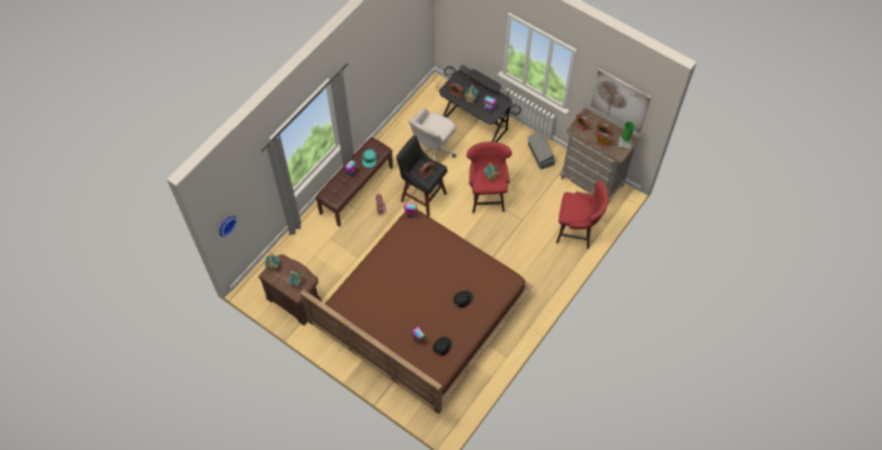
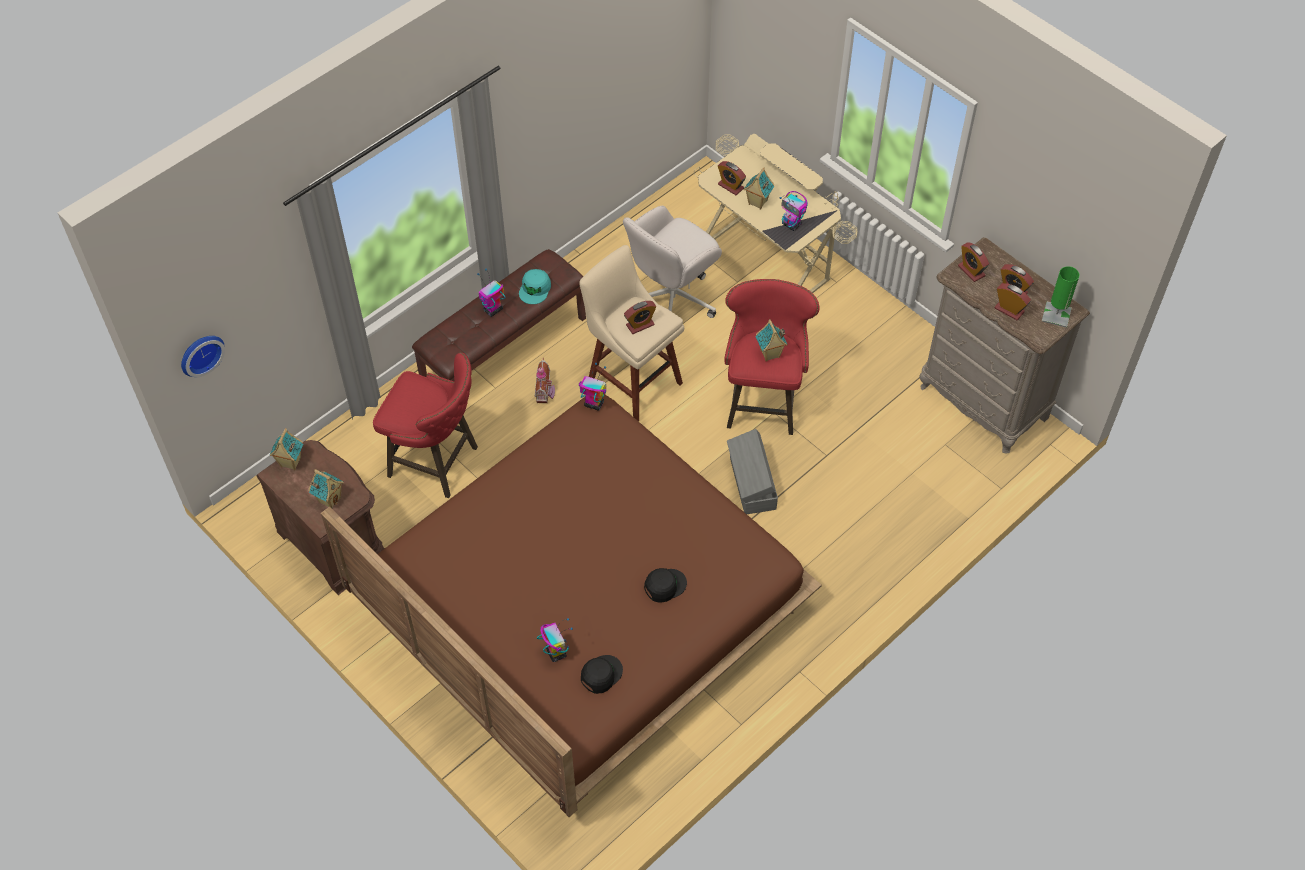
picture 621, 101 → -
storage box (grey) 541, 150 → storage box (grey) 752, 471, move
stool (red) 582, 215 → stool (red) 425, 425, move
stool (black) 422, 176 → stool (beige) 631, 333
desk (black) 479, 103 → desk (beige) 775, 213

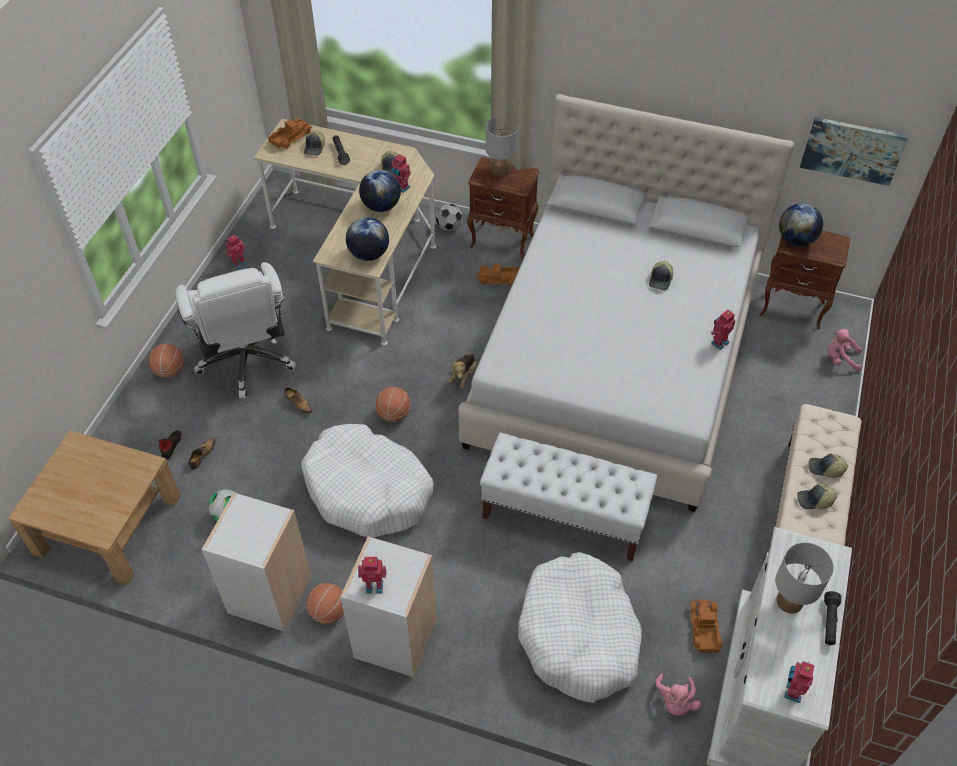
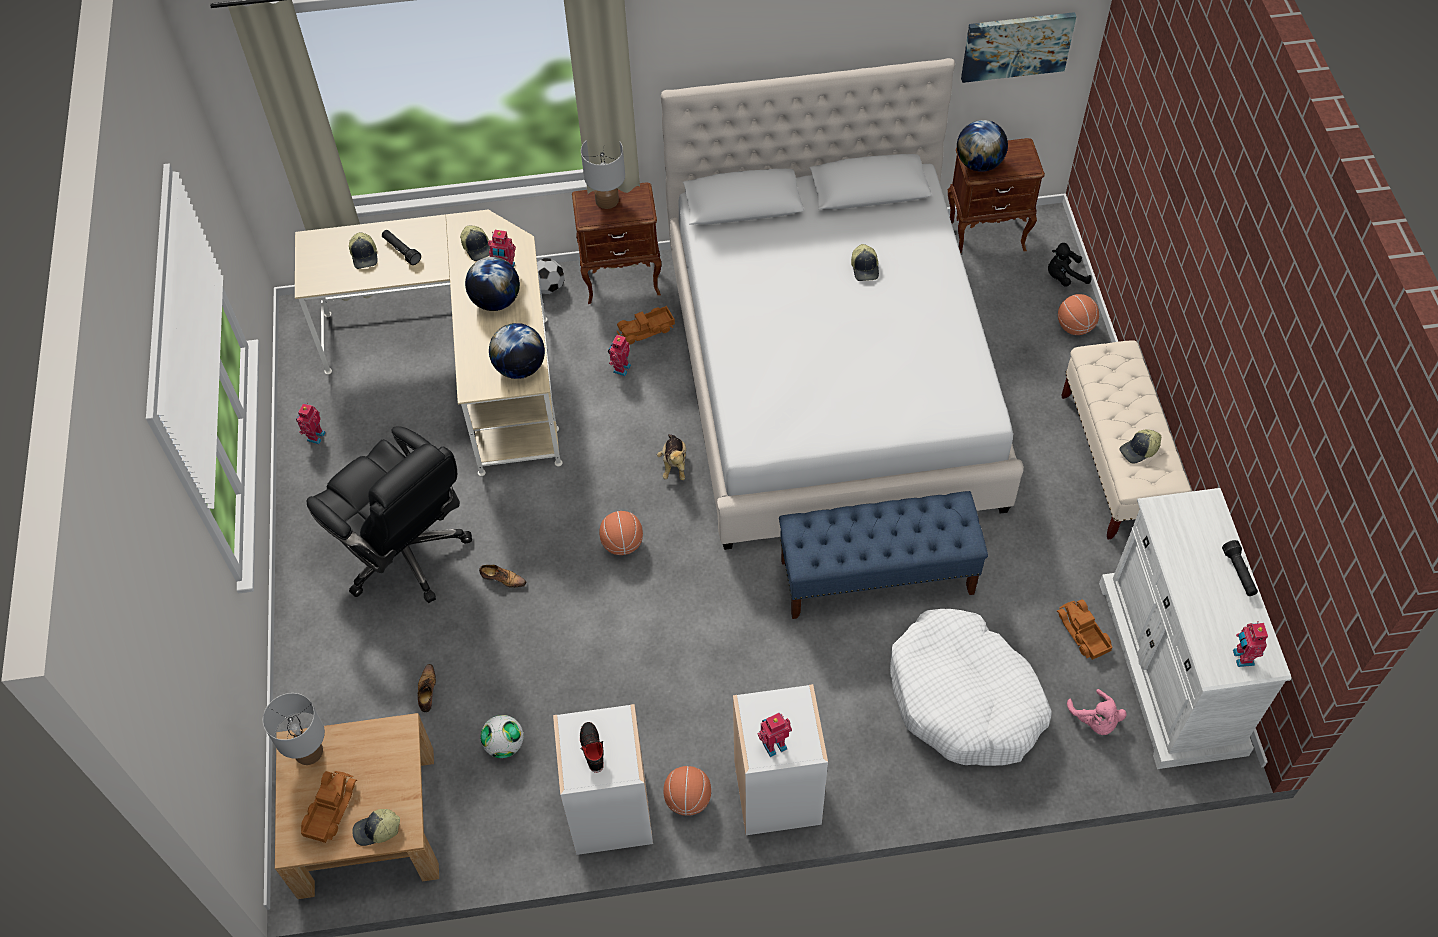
dog bed (white) 367, 480 → -
basketball 166, 361 → basketball 1078, 314, move
shoe (black) 170, 445 → shoe (black) 592, 747, move
toy truck 290, 133 → toy truck 329, 807, move
toy robot 723, 330 → toy robot 619, 355, move
table lamp (grey) 804, 577 → table lamp (grey) 294, 729, move
cap 828, 466 → cap 376, 827, move
office chair (white) 236, 330 → office chair (black) 389, 514
bench (white) 569, 496 → bench (blue) 883, 555
plush toy (pink) 844, 350 → plush toy (black) 1070, 264

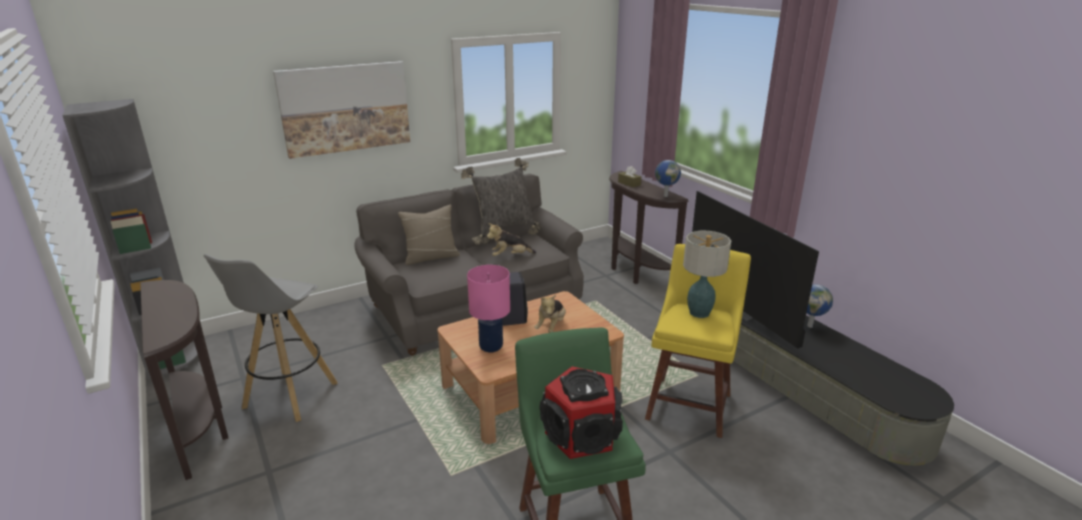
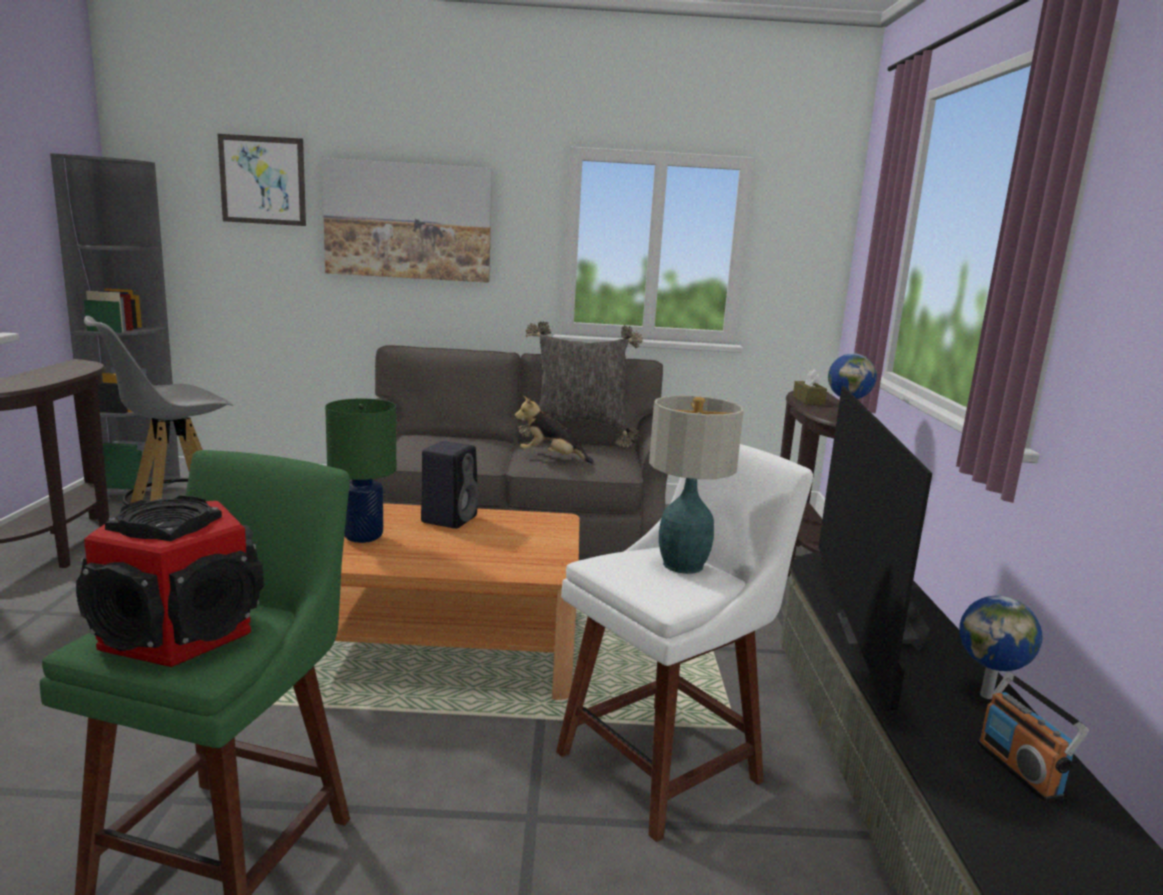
pillow (beige) 429, 235 → -
plush toy 550, 313 → -
- → picture 262, 180
- → radio 1033, 737
table lamp (pink) 488, 309 → table lamp (green) 360, 471
stool (yellow) 698, 341 → stool (white) 684, 643

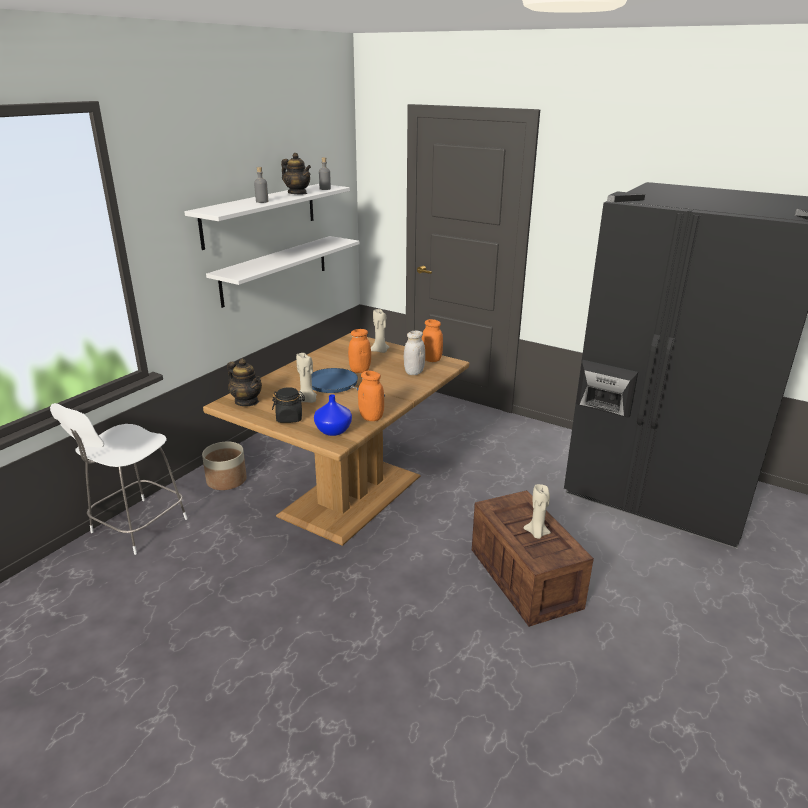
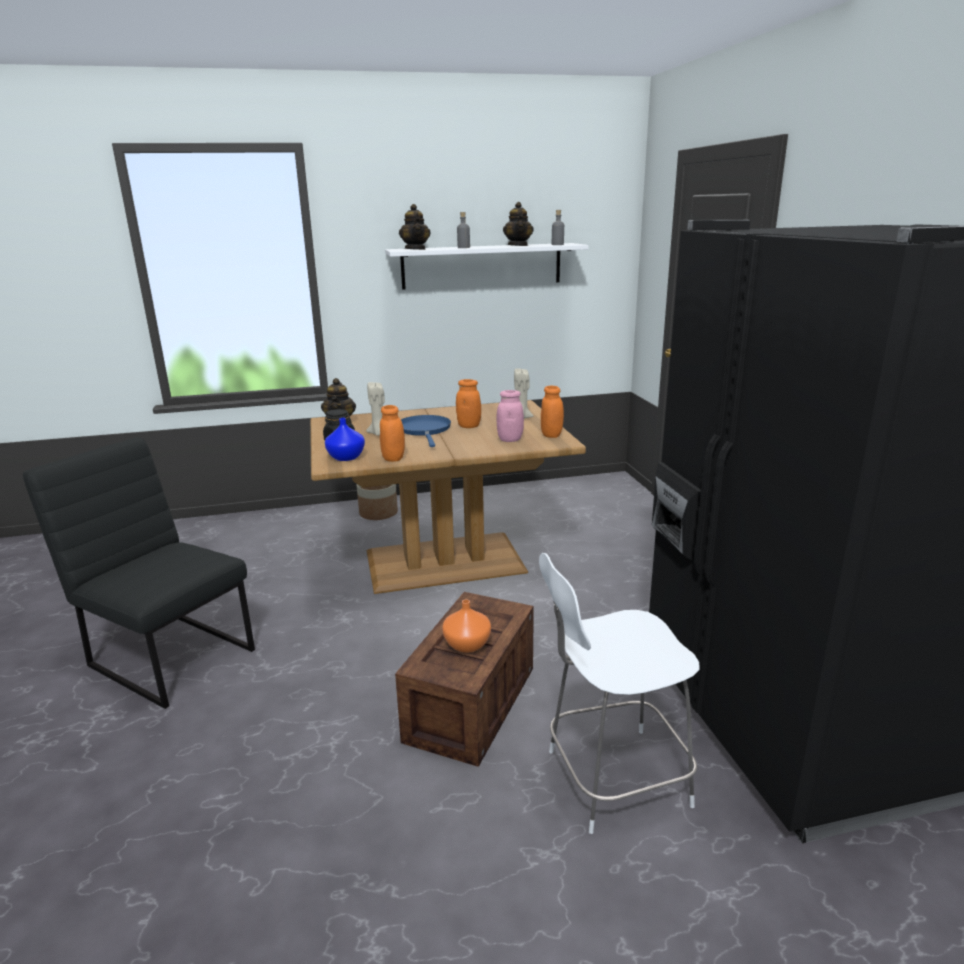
shelf (white) 282, 272 → -
- → chair (black) 139, 573
- → teapot 415, 227
chair (white) 119, 479 → chair (white) 619, 693, move
candle (beige) 537, 511 → vase (orange) 466, 626
jar (white) 414, 353 → jar (pink) 510, 416

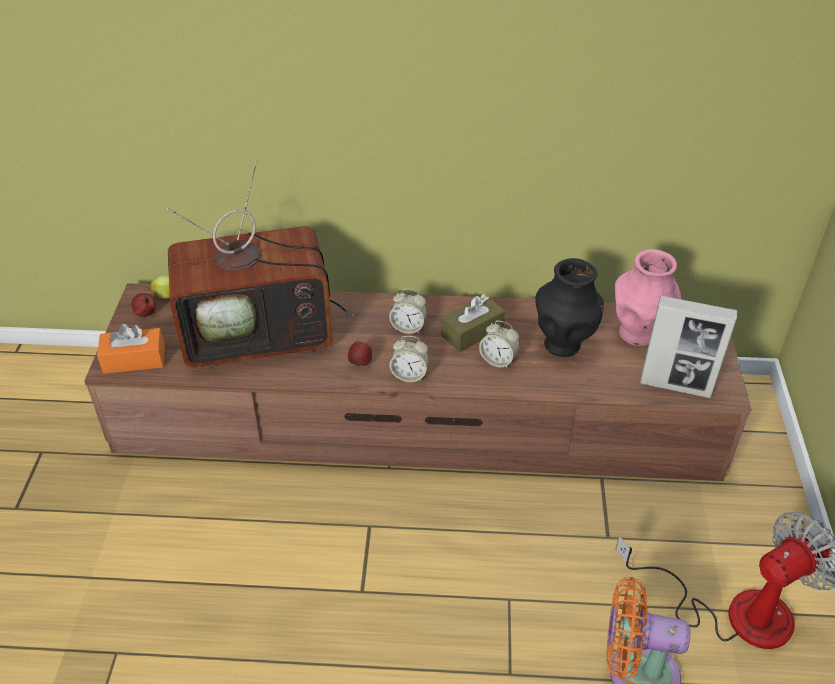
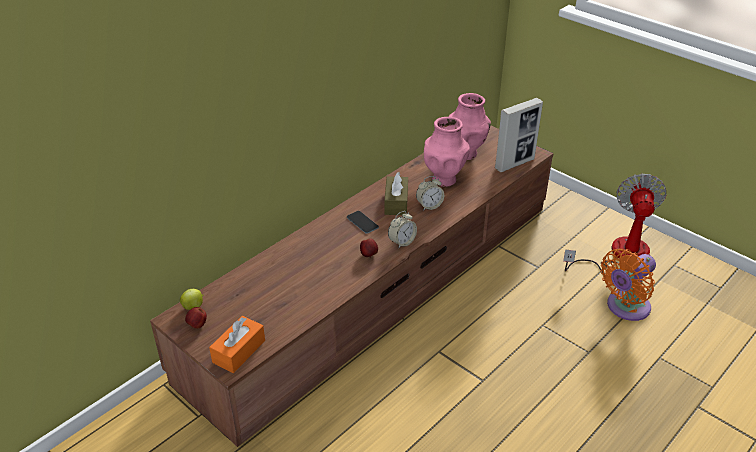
television 260, 264 → -
alarm clock 408, 311 → phone 363, 222
vase (black) 569, 307 → vase (pink) 447, 152

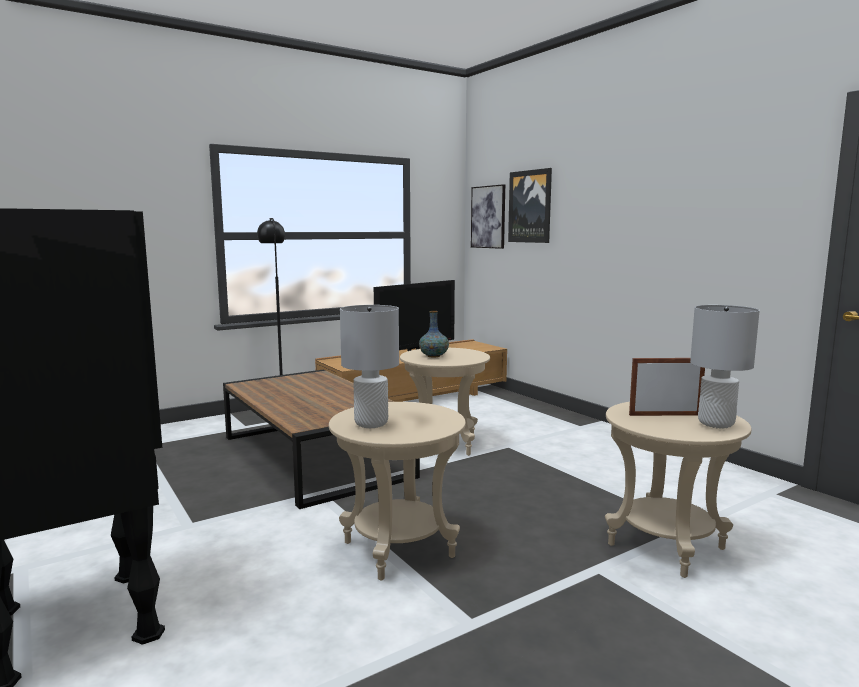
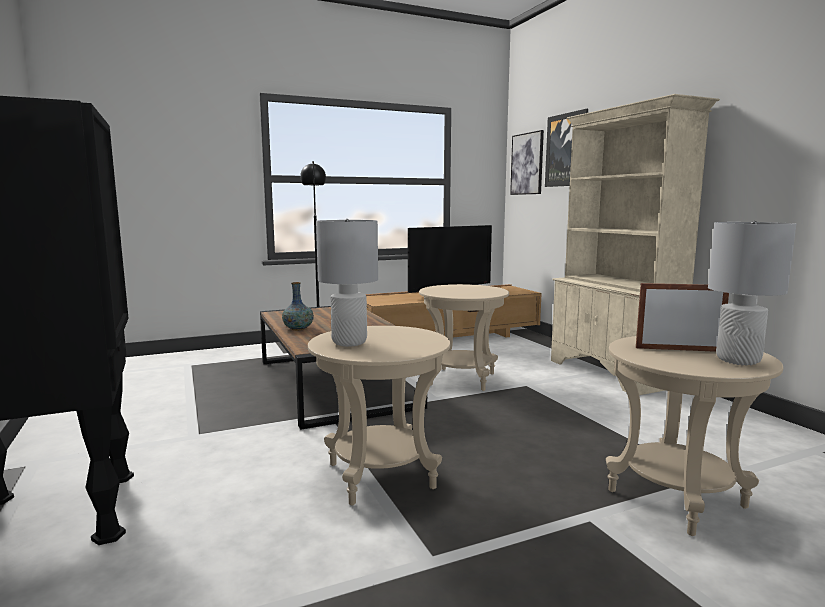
- → bookcase (beige) 635, 244
vase 434, 334 → vase 298, 306, move

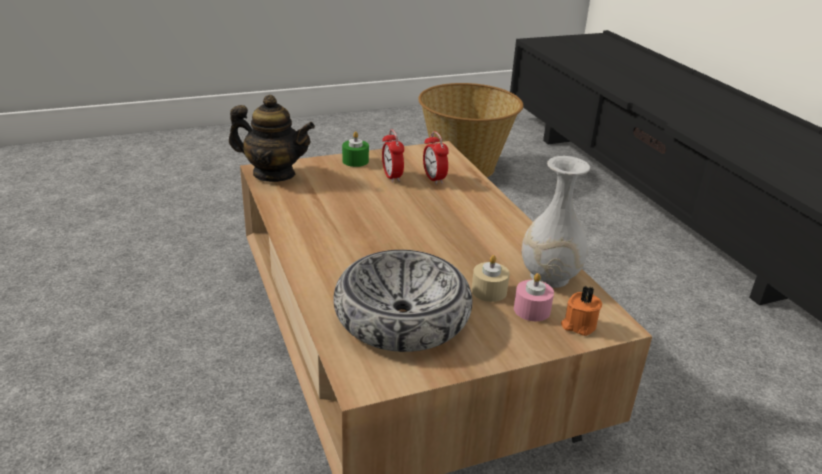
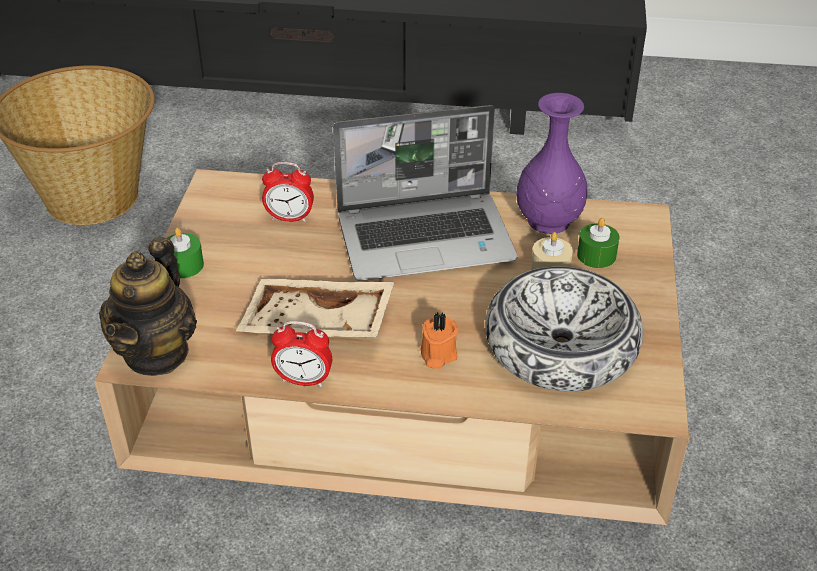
- → tray (beige) 315, 308
- → laptop 425, 193
alarm clock 393, 156 → alarm clock 301, 354, move
candle (orange) 581, 310 → candle (orange) 439, 340, move
candle (pink) 534, 297 → candle (green) 598, 243
vase (white) 555, 222 → vase (purple) 551, 163
teapot 272, 138 → teapot 148, 306, 150 degrees clockwise

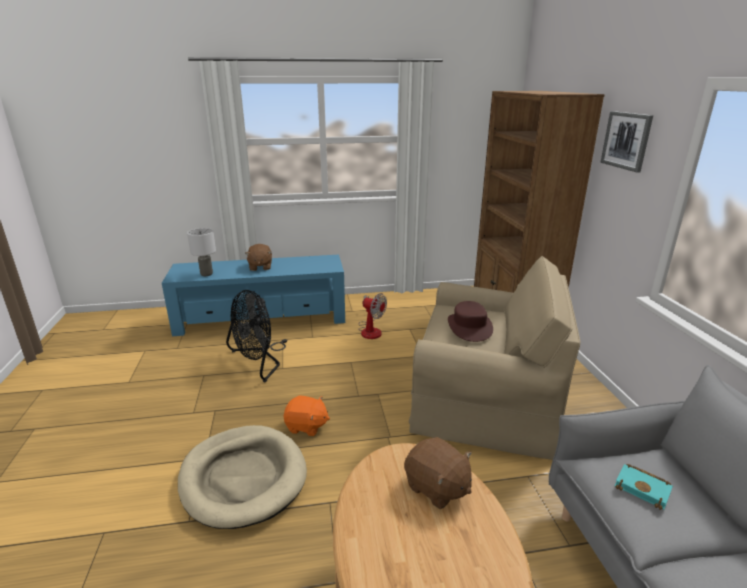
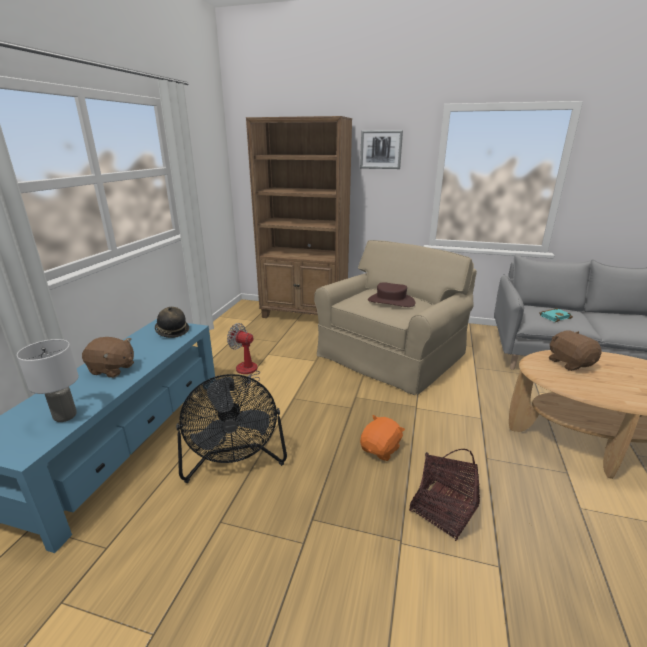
- → hat 172, 322
dog bed (beige) 242, 477 → basket 444, 495
fan 372, 316 → fan 243, 358, 120 degrees counterclockwise
plush toy (brown) 438, 473 → plush toy (brown) 575, 350, 90 degrees counterclockwise

